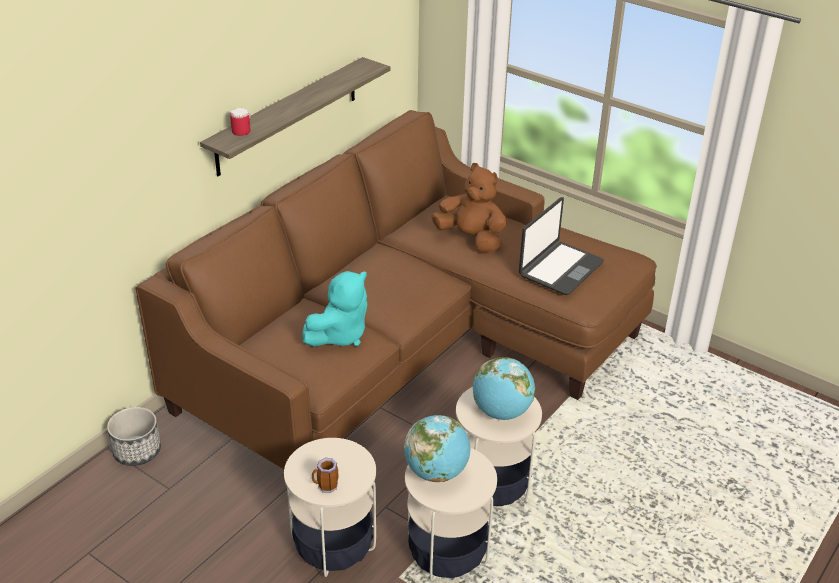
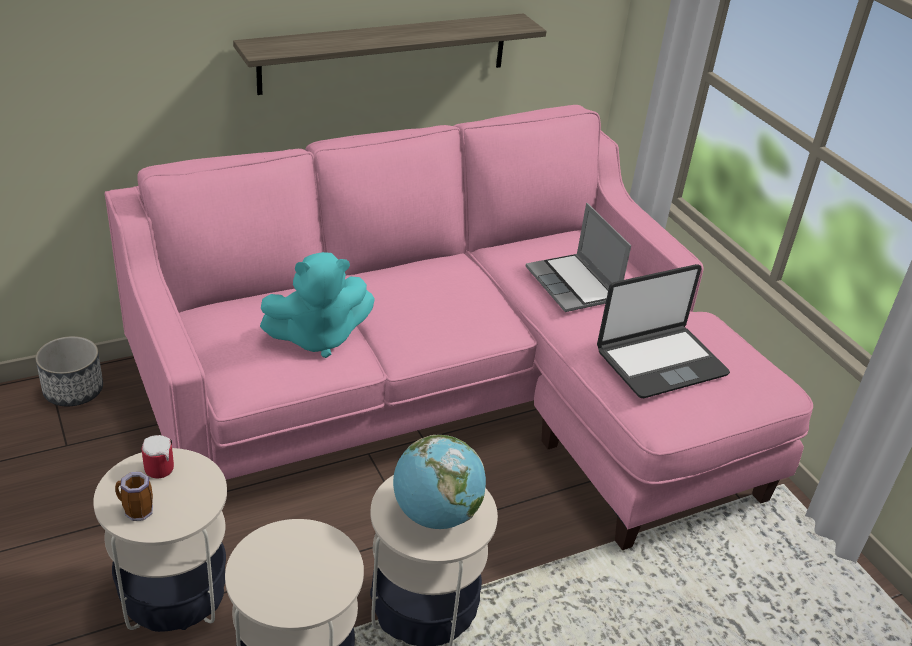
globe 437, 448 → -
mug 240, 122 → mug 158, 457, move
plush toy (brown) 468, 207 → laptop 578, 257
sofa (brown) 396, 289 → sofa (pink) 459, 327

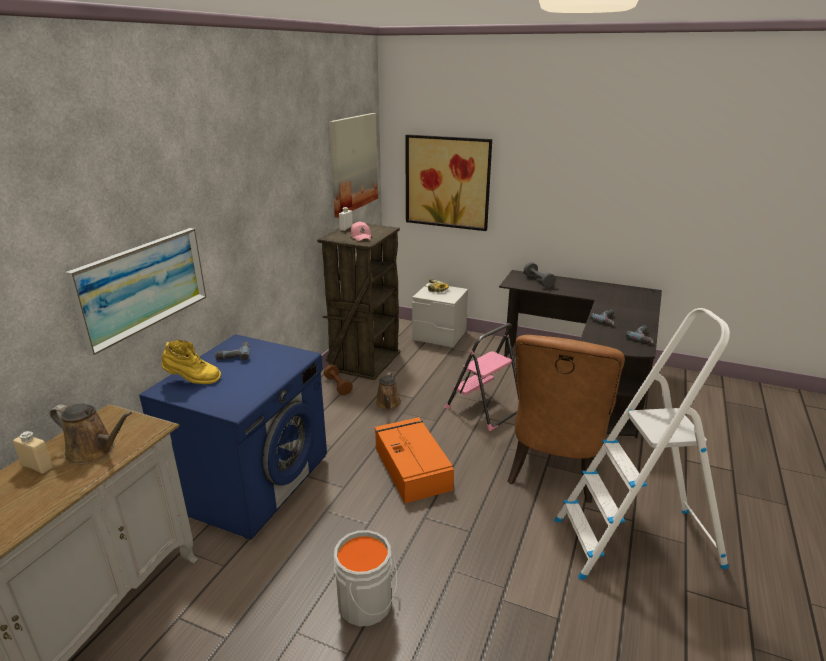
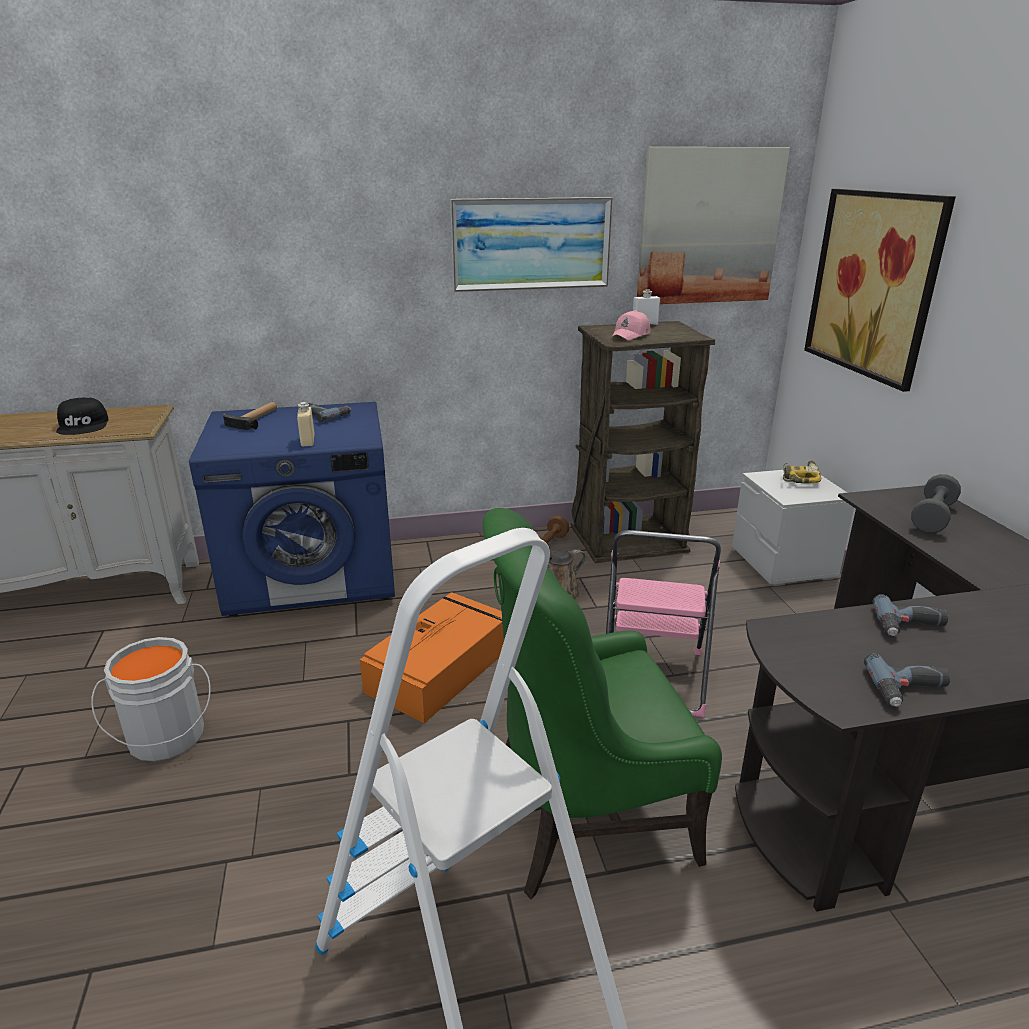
bottle (beige) 33, 452 → bottle (beige) 306, 424, move
picture 136, 291 → picture 531, 244, move
watering can (brown) 91, 434 → cap (black) 82, 416
boot (yellow) 191, 361 → hammer 250, 416
chair (brown) 566, 419 → chair (green) 602, 703

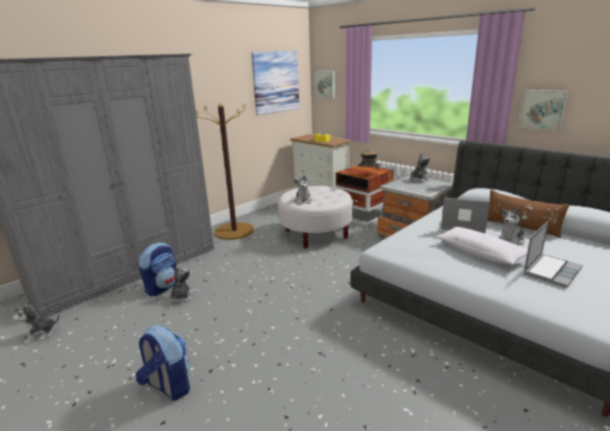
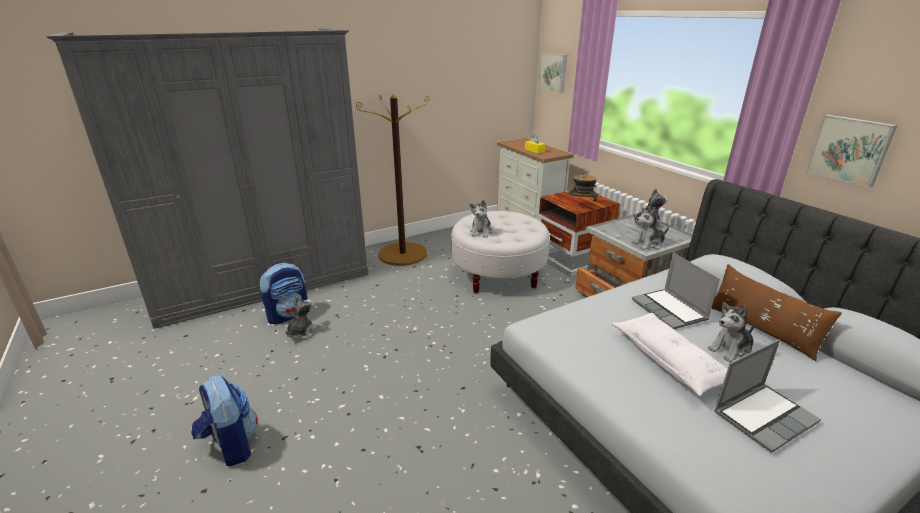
picture 275, 83 → -
plush toy 36, 323 → plush toy 650, 228, move
laptop 465, 215 → laptop 676, 291, 150 degrees counterclockwise

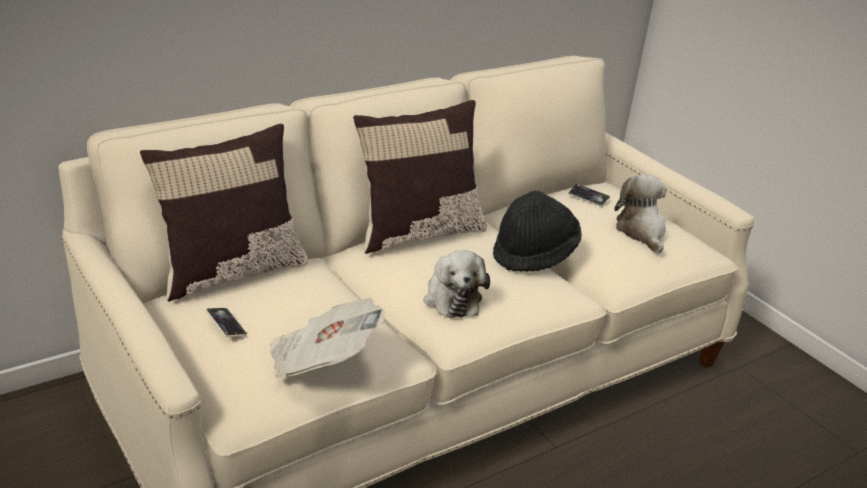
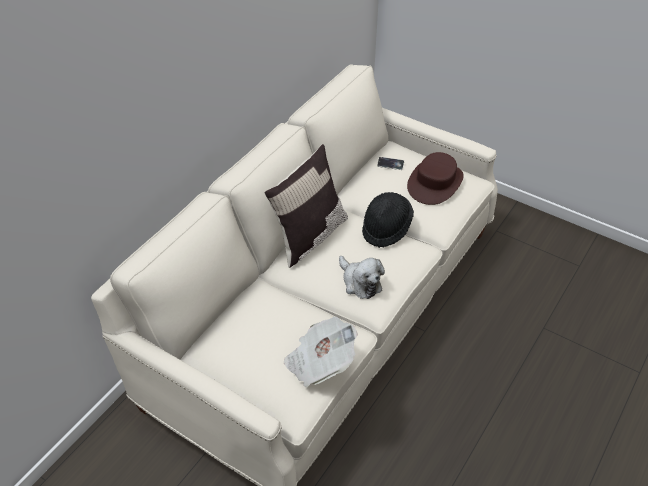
pillow 224, 212 → -
phone 226, 322 → -
plush toy 640, 214 → hat (brown) 435, 178

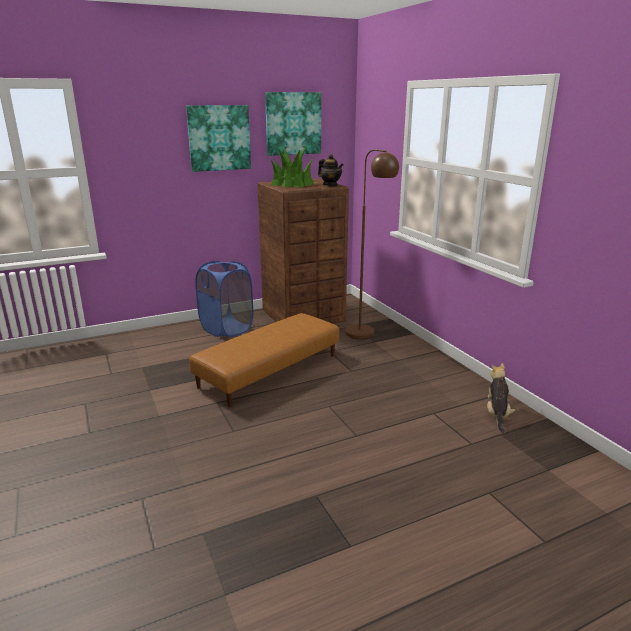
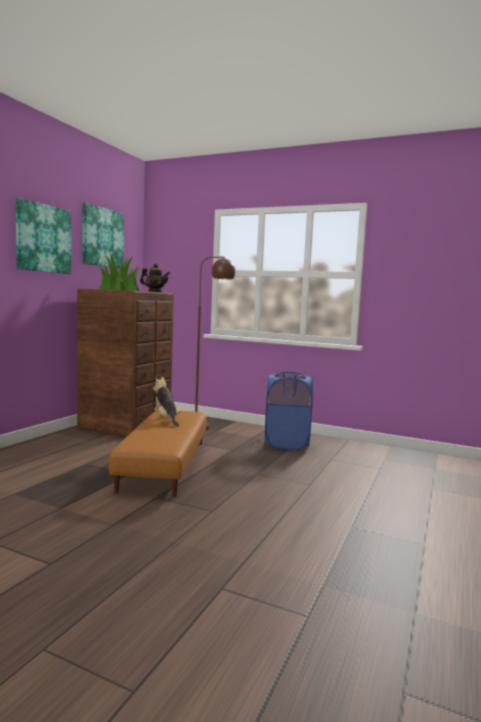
laundry basket (blue) 224, 299 → laundry basket (blue) 289, 411, move
plush toy 501, 398 → plush toy 167, 402, move

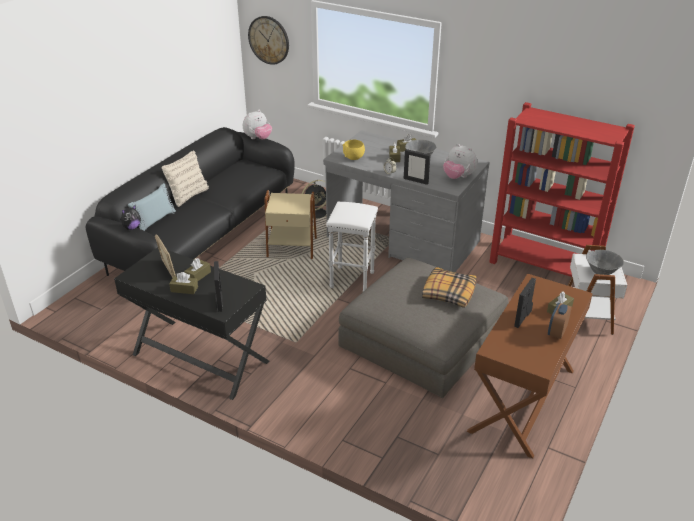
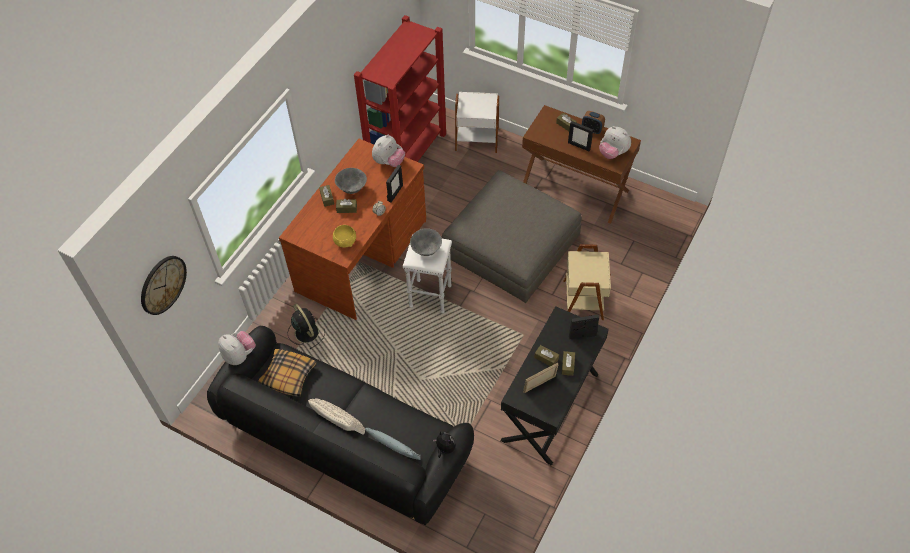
- → plush toy 615, 142
side table (beige) 291, 224 → side table (beige) 587, 282, move
pillow 449, 287 → pillow 287, 373, move
bowl (grey) 605, 262 → bowl (grey) 426, 242, move
desk (grey) 406, 201 → desk (brown) 352, 229

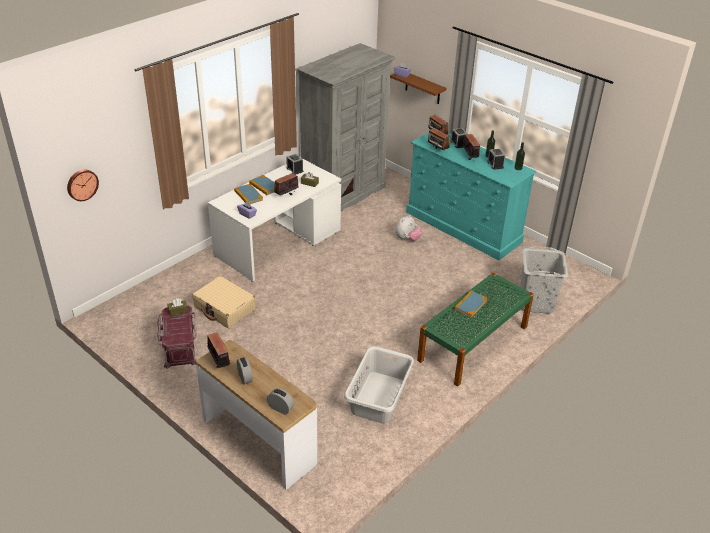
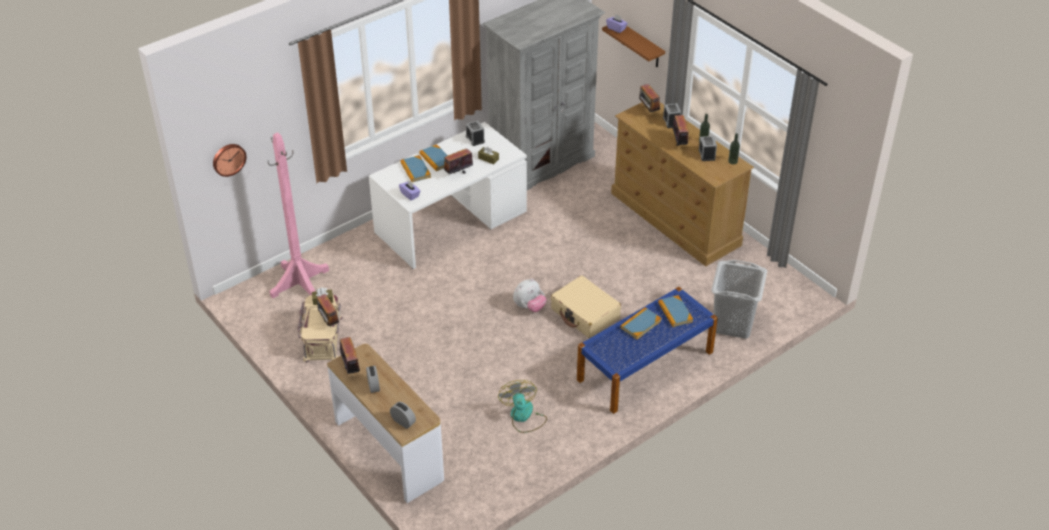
- → clothes rack (pink) 298, 215
- → book 675, 311
suitcase (beige) 224, 302 → suitcase (beige) 586, 306, move
plush toy 408, 228 → plush toy 530, 295, move
radio 439, 138 → radio 328, 310, move
laundry basket (grey) 379, 385 → fan 522, 406
storage box (red) 177, 337 → storage box (beige) 320, 328
dresser (turquoise) 471, 196 → dresser (brown) 682, 184
bench (green) 475, 329 → bench (blue) 647, 350

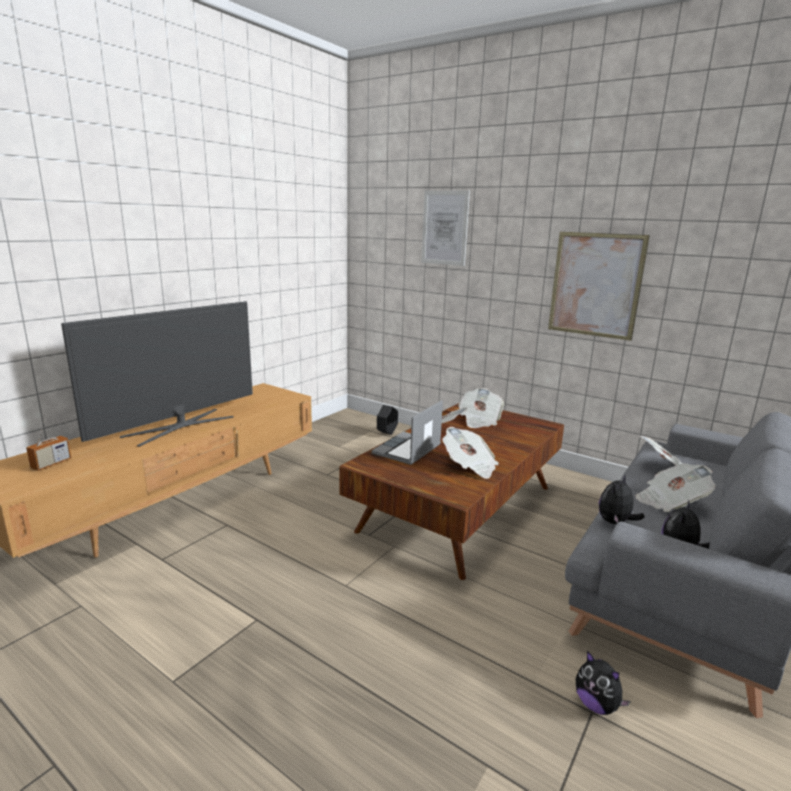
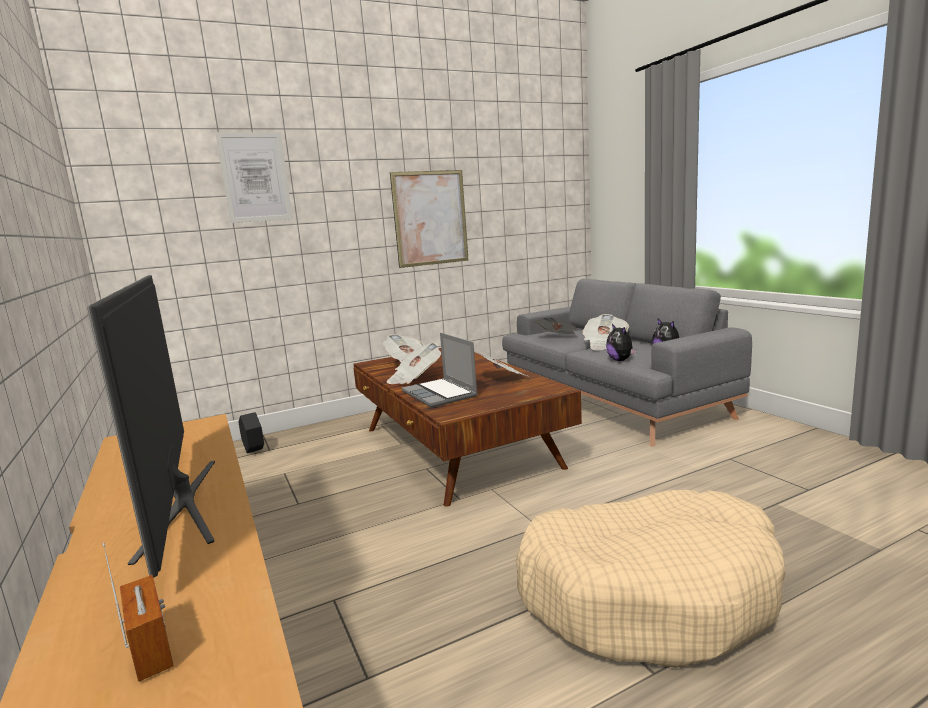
plush toy 603, 683 → -
- → dog bed (beige) 651, 579

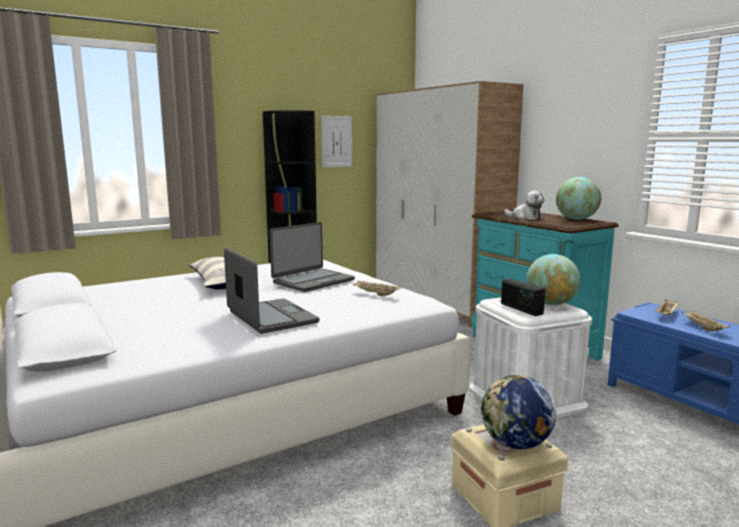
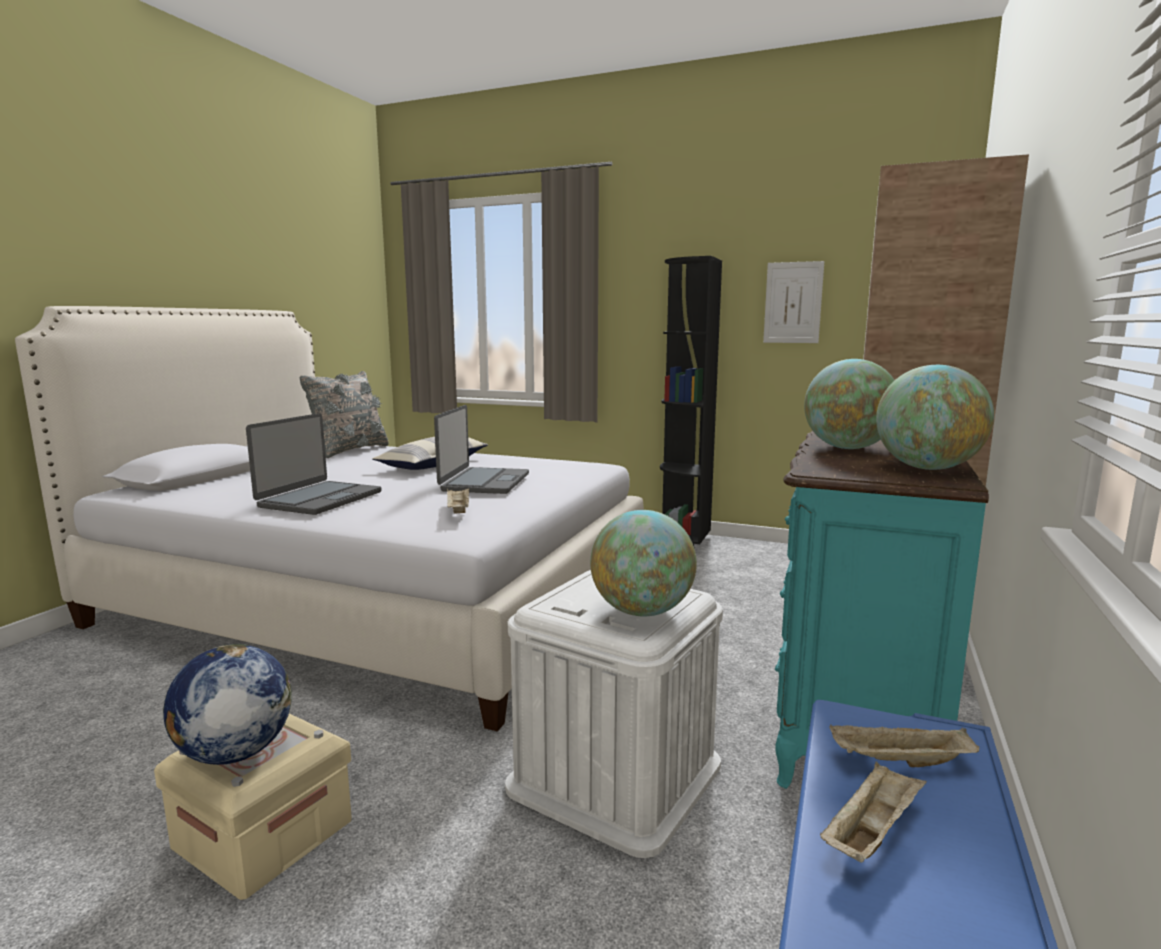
radio 523, 297 → -
- → pillow (grey) 344, 414
plush toy 524, 205 → globe 849, 404
laptop 312, 257 → laptop 481, 449, 90 degrees counterclockwise

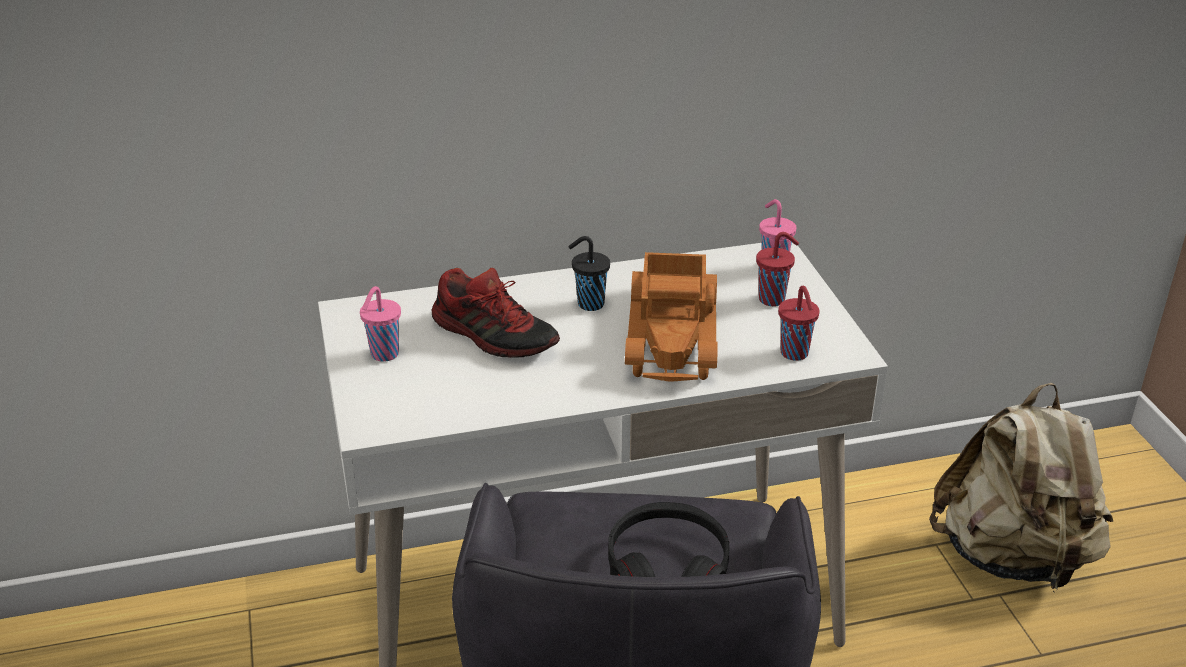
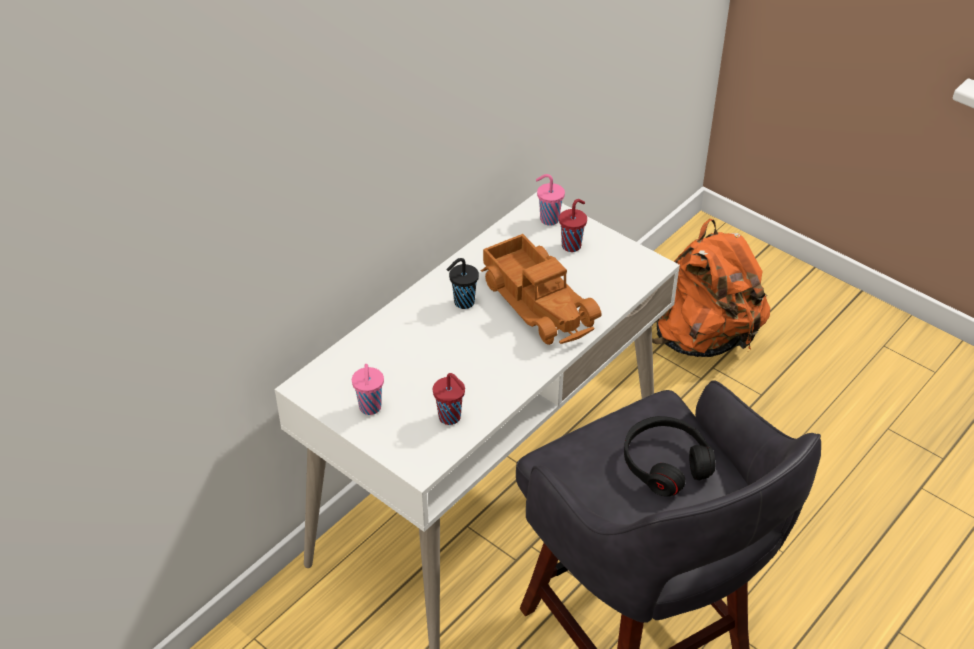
shoe 496, 313 → -
cup (red) 799, 323 → cup (red) 449, 399, move
backpack (beige) 1021, 487 → backpack (orange) 711, 288

